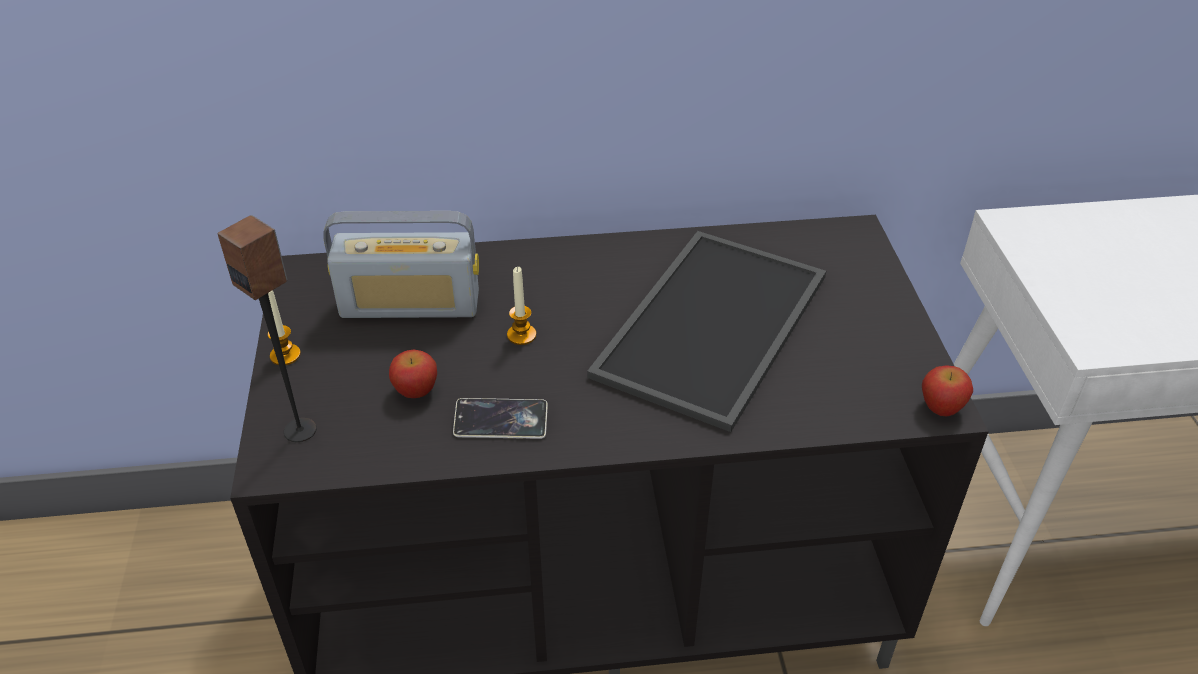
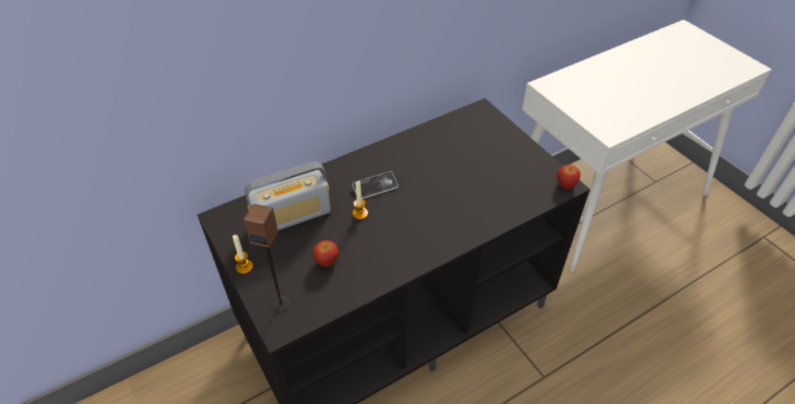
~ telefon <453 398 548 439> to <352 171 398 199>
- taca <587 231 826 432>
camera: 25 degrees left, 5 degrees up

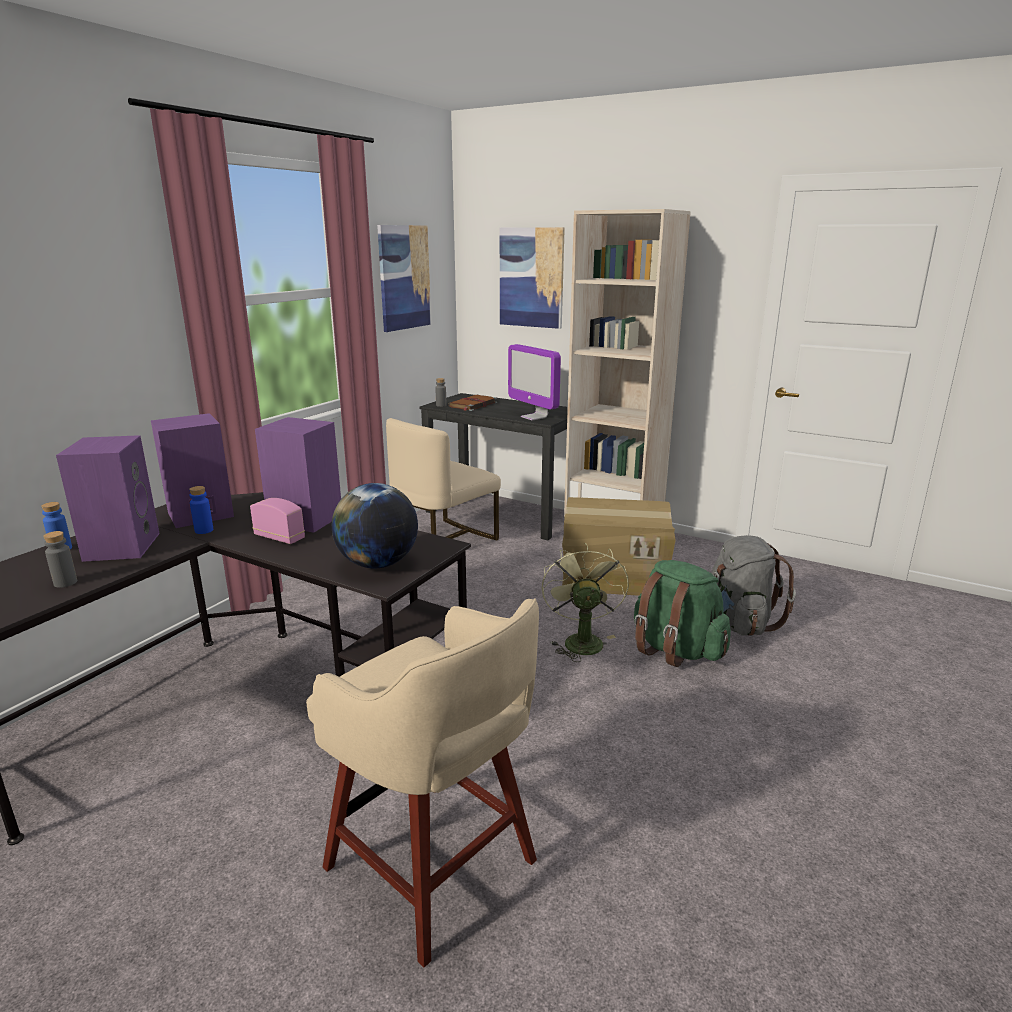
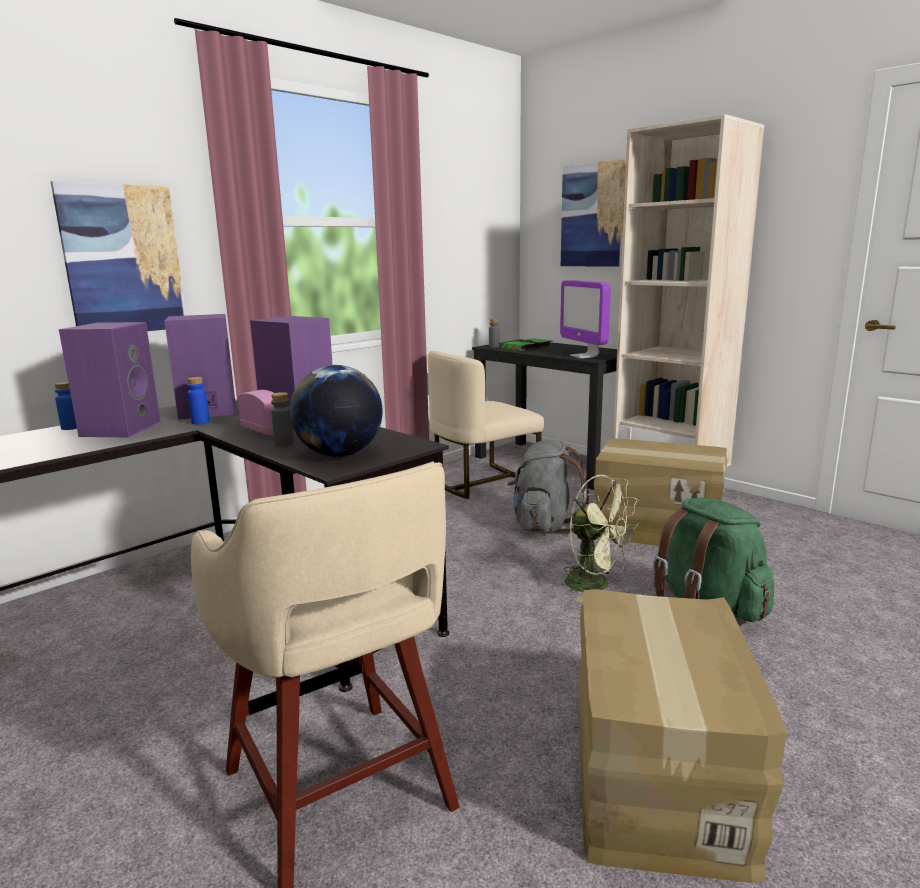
~ butelka (szary) <43 531 77 588> to <271 392 294 446>
~ obraz <377 225 431 332> to <51 181 186 331>
~ książka (brązowy) <448 395 497 411> to książka (zielony) <501 338 553 351>
~ wentylator (zielony) <542 543 629 662> = <564 475 642 602> 120 degrees clockwise
~ plecak (szary) <711 535 796 636> to <507 440 589 534>
+ karton <579 589 787 883>
camera: 15 degrees right, 5 degrees down

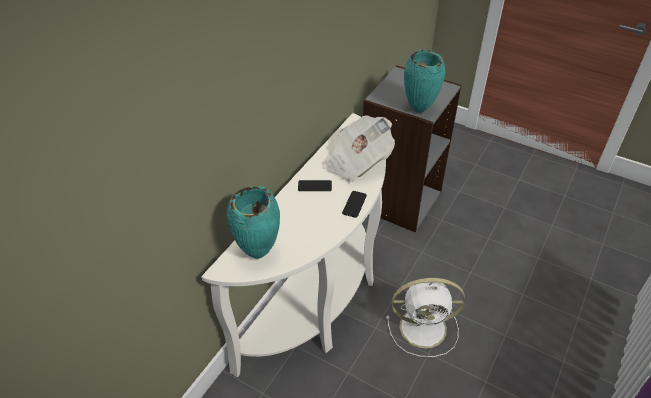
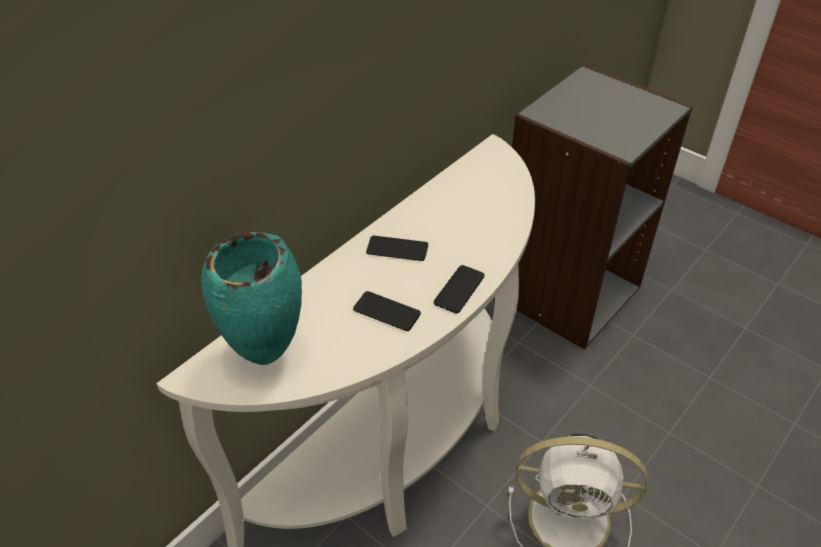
- gazeta <322 115 395 182>
- wazon (turkusowy) <404 49 445 113>
+ telefon <353 291 421 331>
camera: 10 degrees right, 0 degrees up

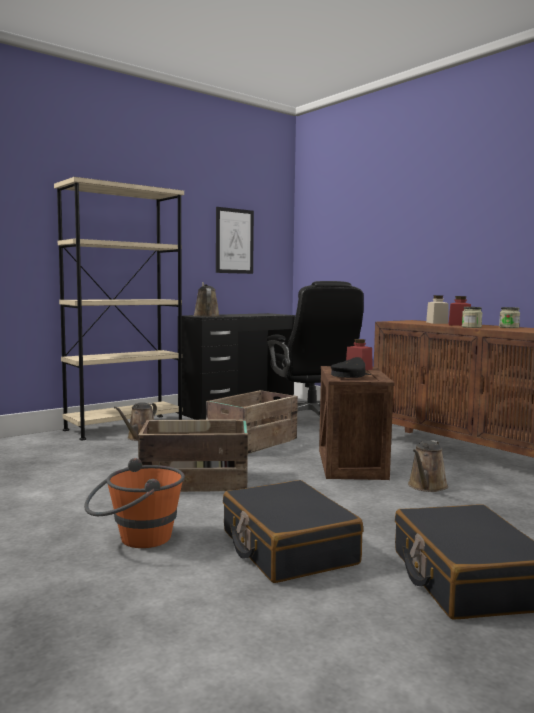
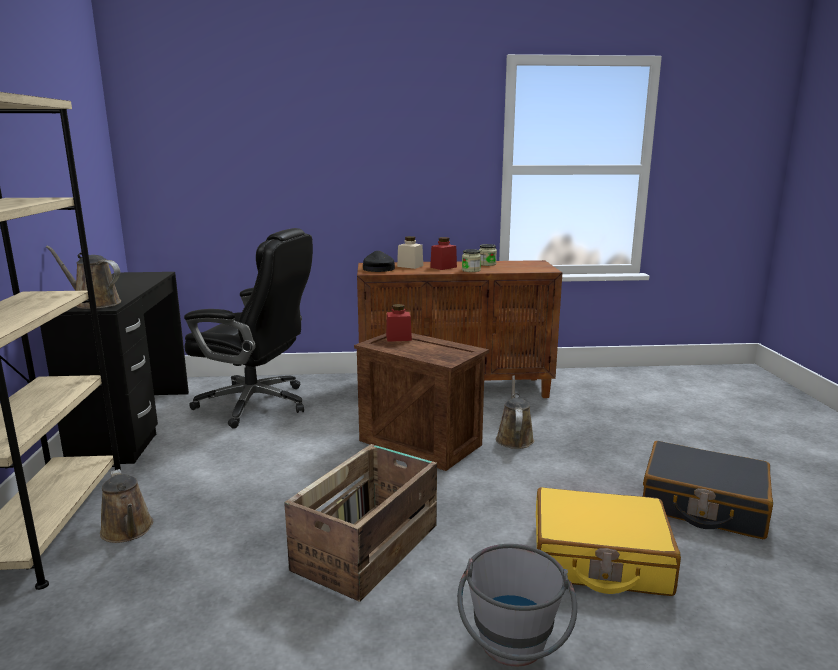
~ wiadro (pomarańczowy) <84 458 185 548> to wiadro (szary) <457 544 577 666>
- skrzynka <206 390 298 454>
- obraz <216 207 254 274>
~ walizka (czarny) <223 480 363 583> to walizka (żółty) <536 487 681 596>
~ czapka z daszkiem (czarny) <331 357 371 378> to <363 251 395 272>
~ konewka (brązowy) <408 440 448 492> = <496 375 534 449> 150 degrees counterclockwise
camera: 55 degrees left, 10 degrees up

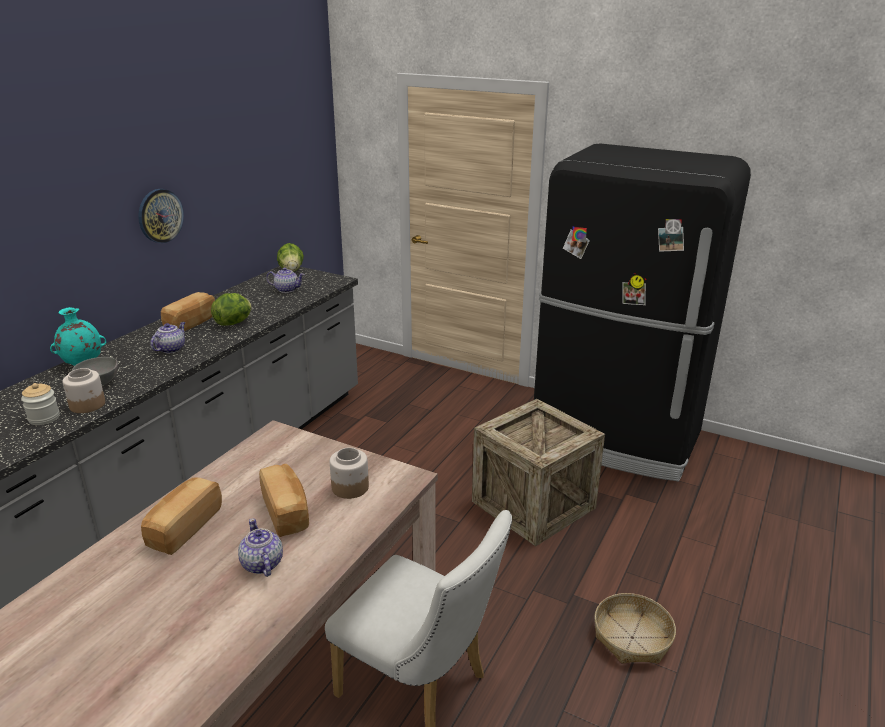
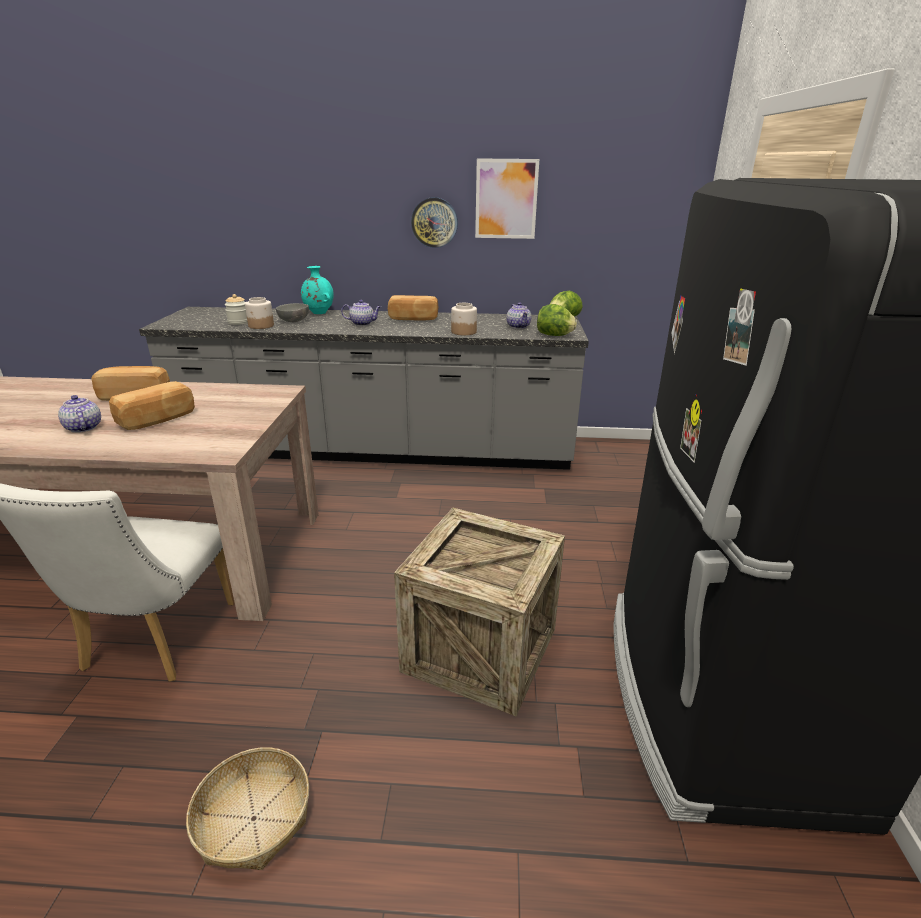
~ sałata <211 293 252 326> to <537 304 577 336>
~ imbryk <238 518 283 577> = <58 395 101 433> 75 degrees counterclockwise
~ słoik <330 447 369 499> to <451 303 477 335>
+ obraz <475 158 539 239>
camera: 65 degrees right, 0 degrees up

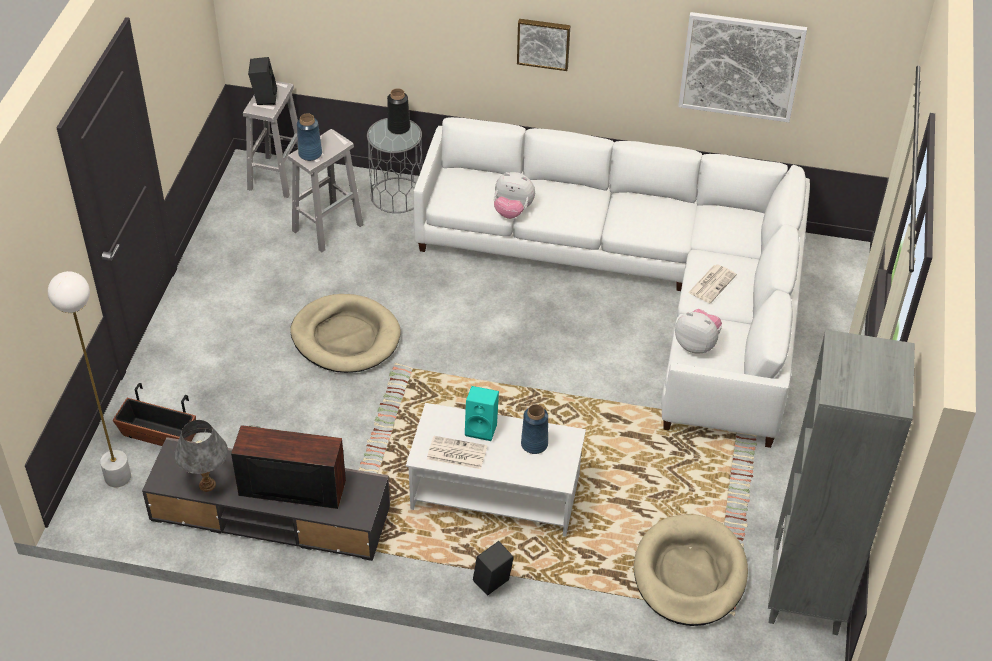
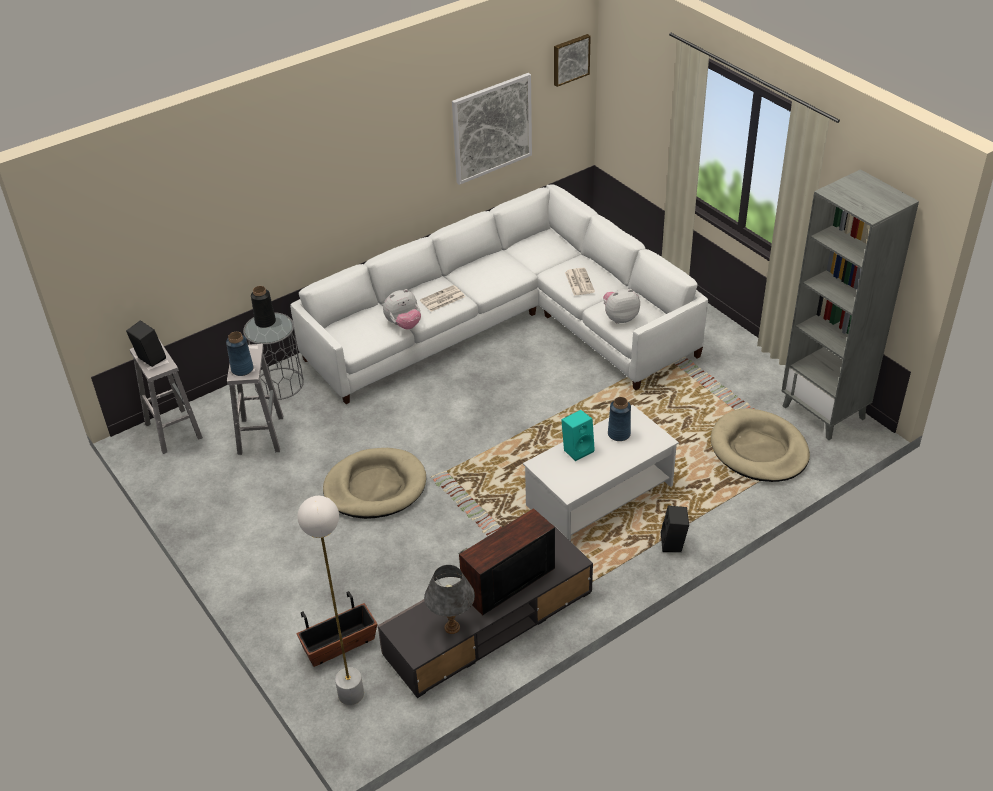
~ gazeta <427 436 487 469> to <420 285 465 312>
~ obraz <517 19 571 71> to <554 34 591 87>
camera: 45 degrees left, 5 degrees down

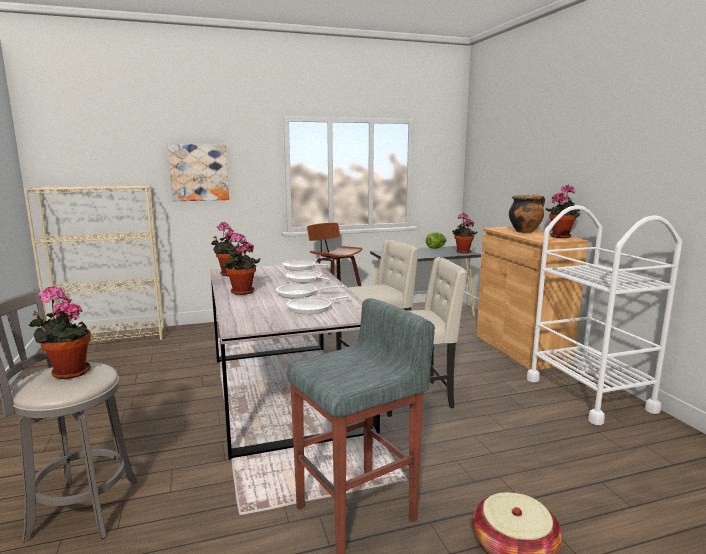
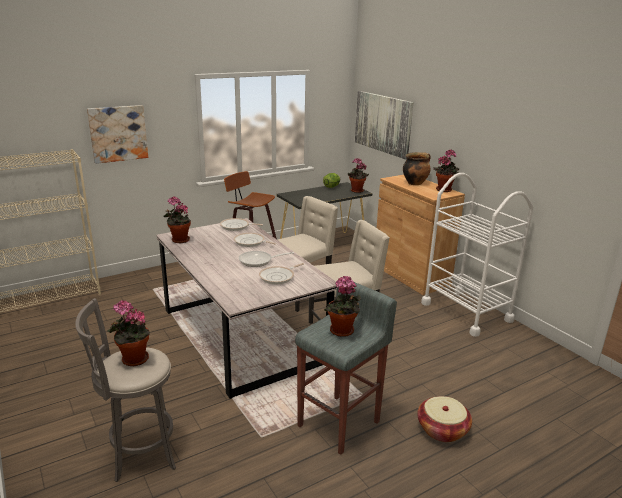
~ roślina doniczkowa <221 233 261 295> to <324 276 361 337>
+ obraz <355 91 413 159>
camera: 15 degrees left, 10 degrees up

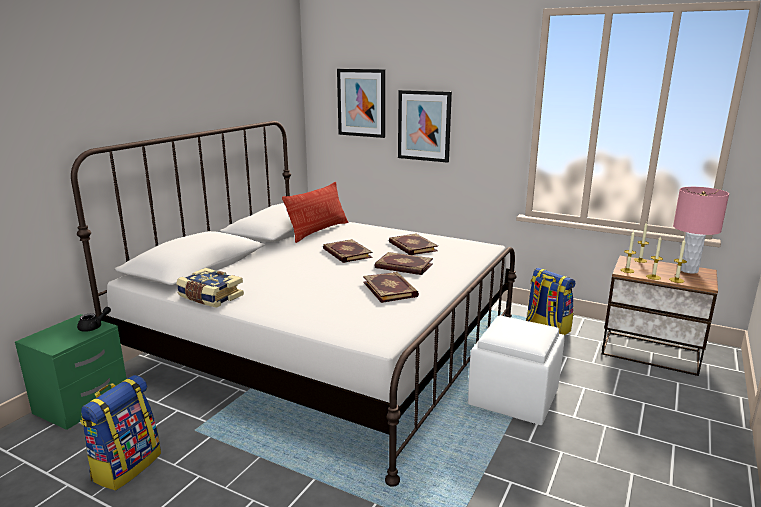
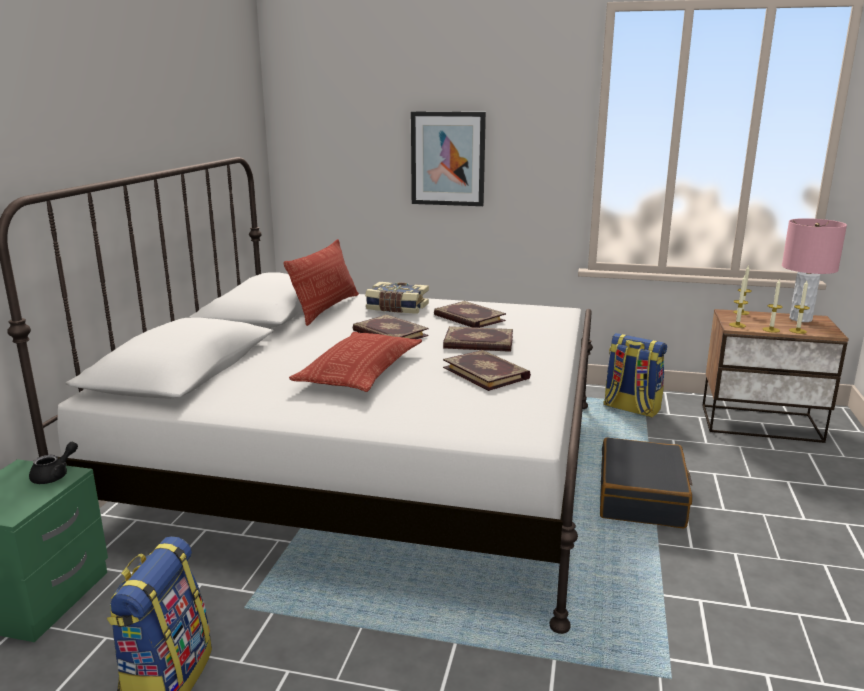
~ książka <176 268 244 308> to <365 282 429 314>
- obraz <337 69 385 138>
~ pufa (biały) <468 315 565 425> to walizka (czarny) <600 438 692 529>
+ poduszka <289 332 422 392>
camera: 15 degrees left, 0 degrees up

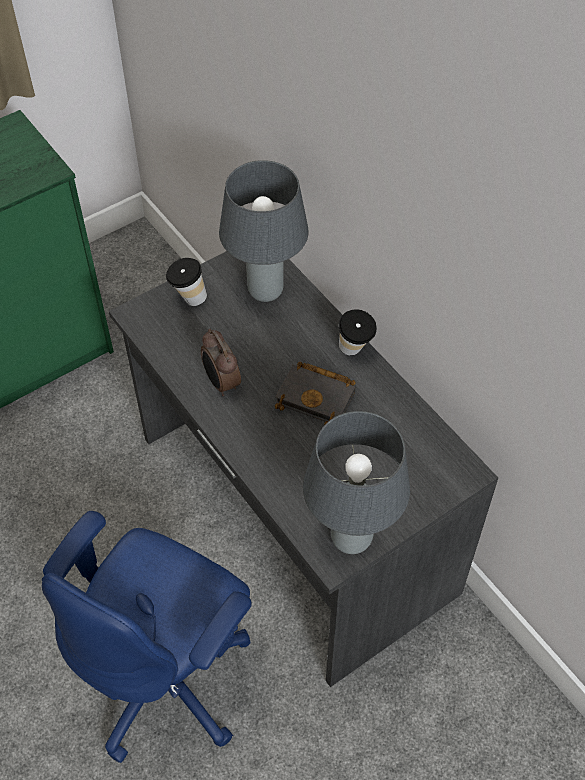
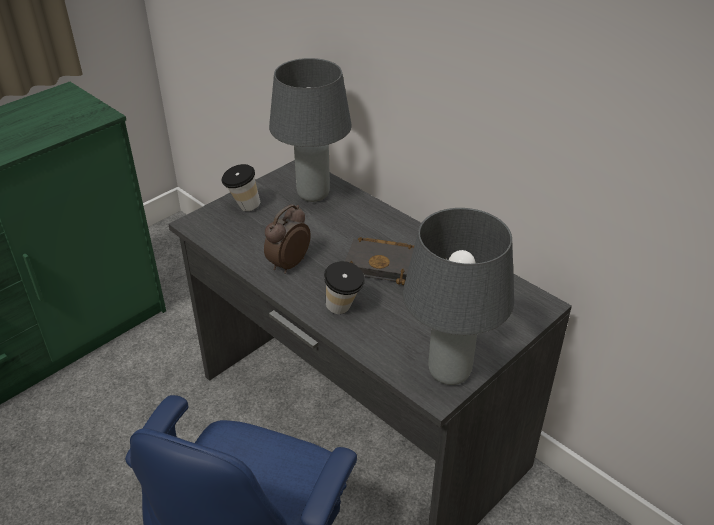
~ budzik <201 329 241 396> = <264 204 311 274> 75 degrees clockwise
~ filiżanka <339 309 377 355> to <324 261 365 314>
camera: 10 degrees left, 15 degrees down

